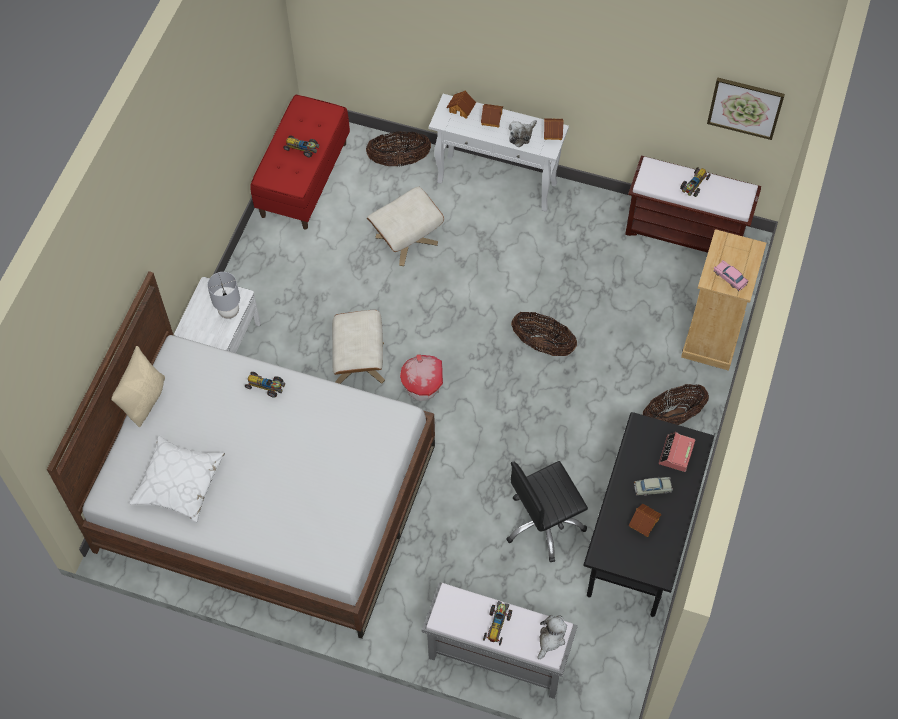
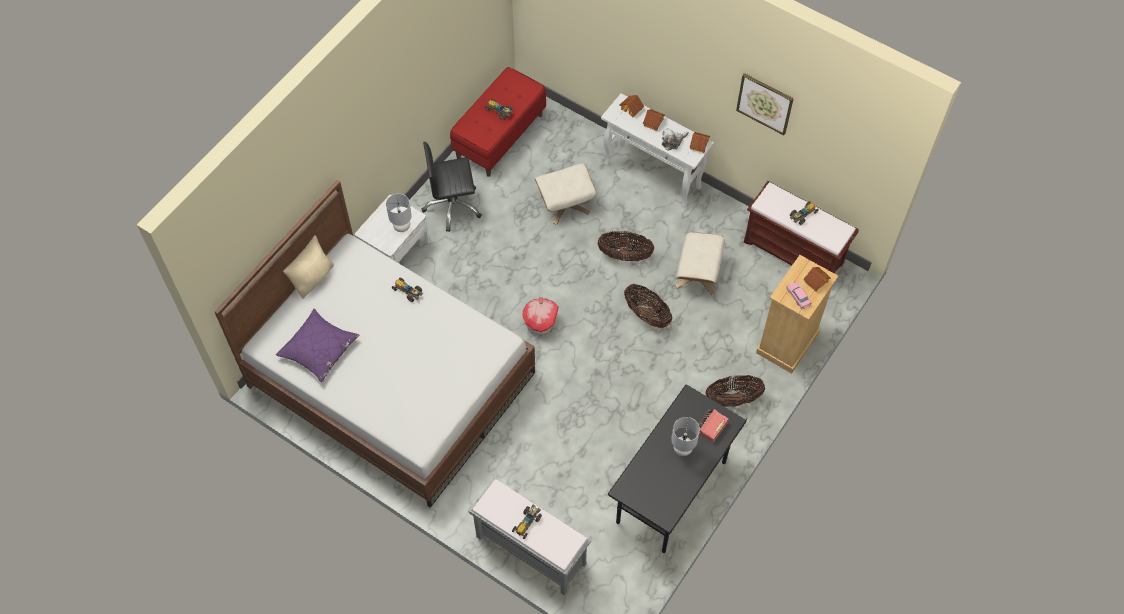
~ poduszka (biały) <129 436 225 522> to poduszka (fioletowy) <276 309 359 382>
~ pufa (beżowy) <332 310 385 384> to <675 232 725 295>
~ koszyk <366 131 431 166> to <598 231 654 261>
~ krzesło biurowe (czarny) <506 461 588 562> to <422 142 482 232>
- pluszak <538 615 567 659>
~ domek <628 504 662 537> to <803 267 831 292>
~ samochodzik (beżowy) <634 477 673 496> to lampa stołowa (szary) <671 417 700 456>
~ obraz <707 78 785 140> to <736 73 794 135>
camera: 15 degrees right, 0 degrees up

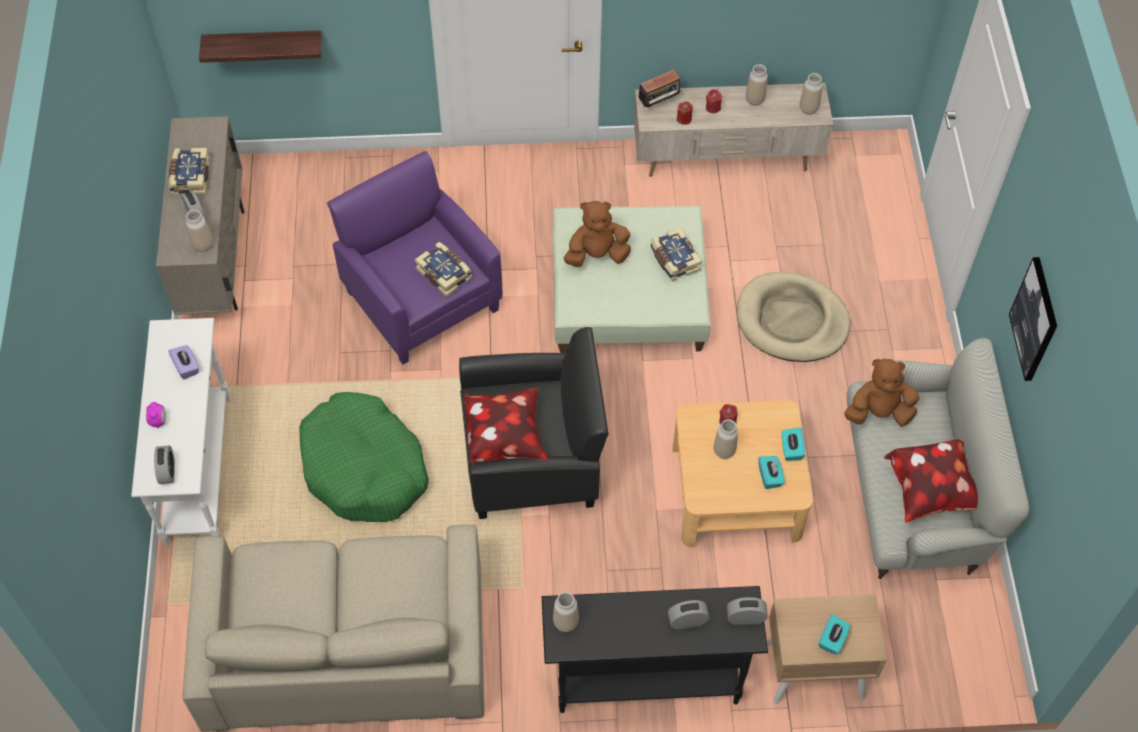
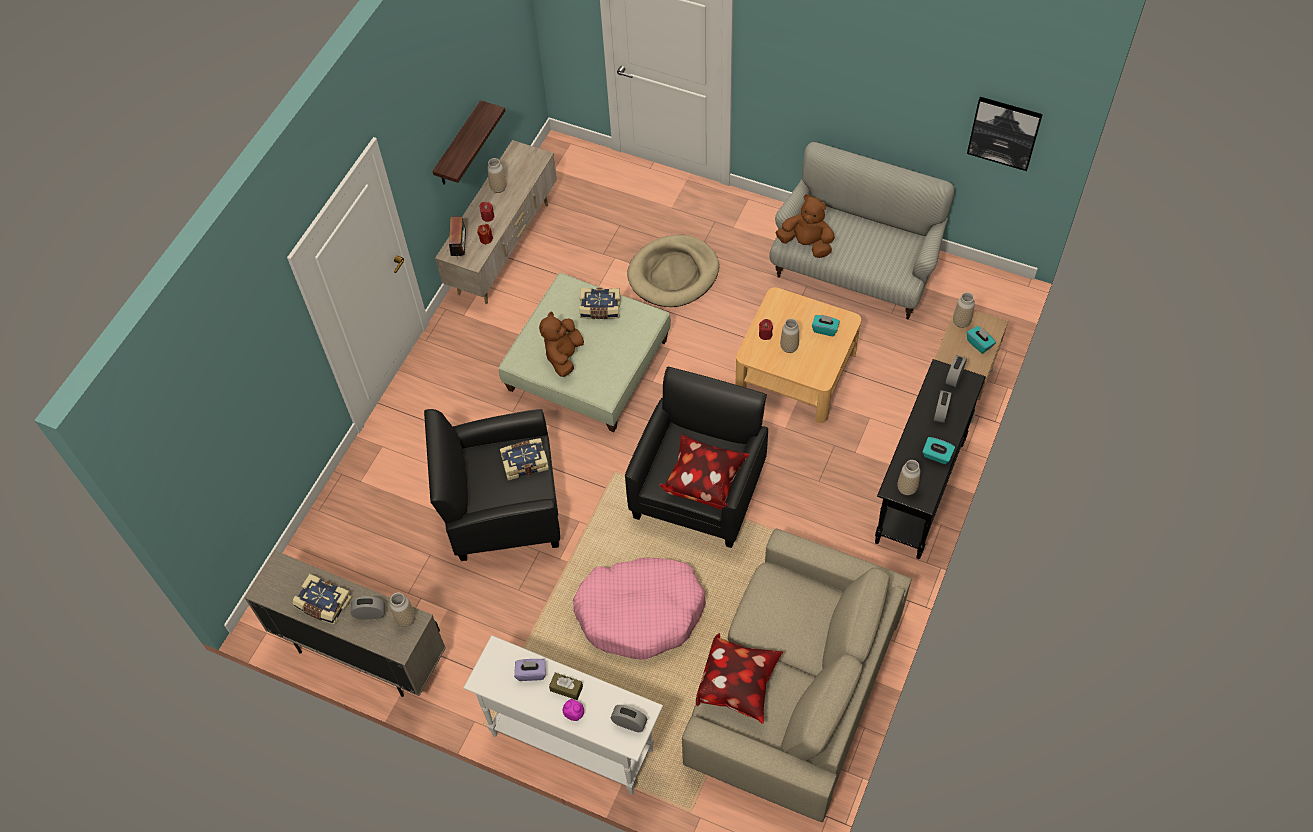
~ półka <199 30 322 63> to <432 100 505 185>
~ legowisko (zielony) <299 392 429 522> to legowisko (różowy) <573 557 706 660>
~ fotel (fioletowy) <327 151 502 365> to fotel (czarny) <424 409 560 561>
~ pudełko chusteczek (turkusowy) <782 427 805 461> to <922 437 955 464>
~ wazon <800 73 823 114> to <953 292 975 328>
~ pluszak (brązowy) <844 359 920 427> = <775 194 835 258> 90 degrees clockwise
~ poduszka <884 439 978 523> to <696 633 783 724>
~ obraz <1009 257 1057 381> to <967 97 1043 171>
+ pudełko chusteczek (brązowy) <549 673 583 700>
camera: 60 degrees left, 0 degrees up

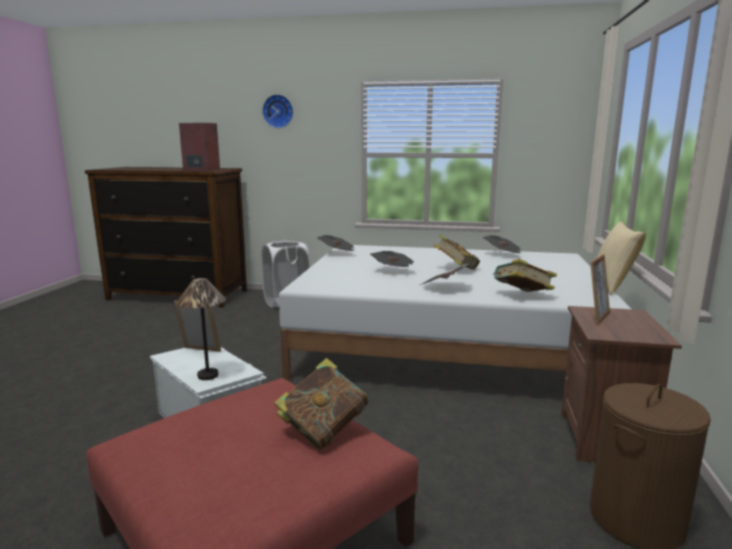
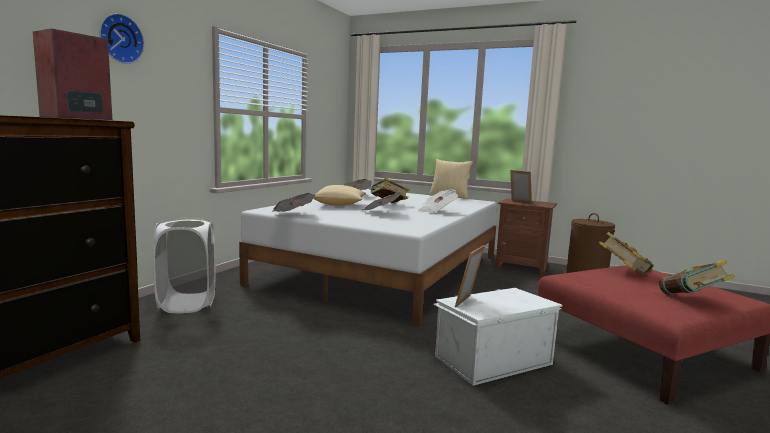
- lampa stołowa <176 278 226 380>
~ książka <493 259 557 292> to <659 260 735 295>
+ poduszka <314 185 366 206>
camera: 75 degrees left, 5 degrees down

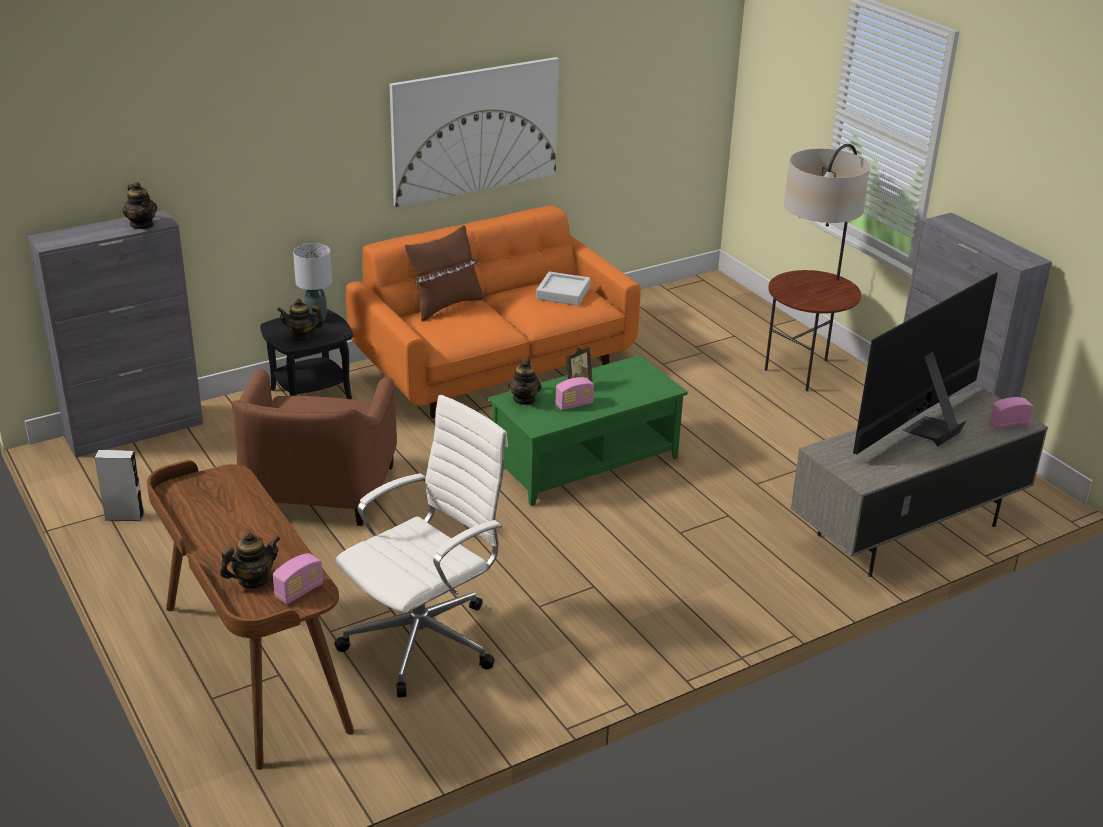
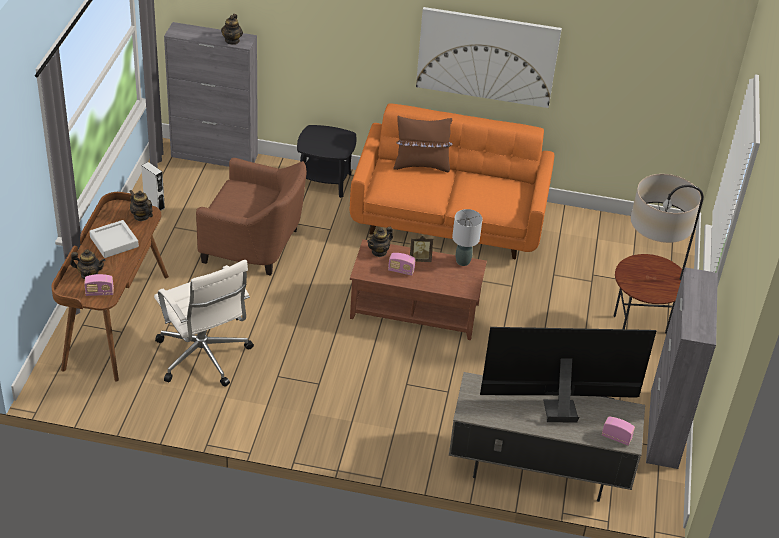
~ fotel (brązowy) <232 369 397 526> = <196 158 307 276> 120 degrees counterclockwise
~ imbryk <277 299 324 341> to <130 190 153 221>
~ lampa stołowa (szary) <293 243 332 323> to <452 209 483 266>
~ krzesło biurowe (biały) <334 394 508 697> = <154 259 254 386> 60 degrees clockwise
~ ława (zielony) <488 355 688 506> to ława (brązowy) <350 239 487 340>
~ taca (szary) <536 271 590 306> to <89 220 139 258>
camera: 40 degrees right, 10 degrees up

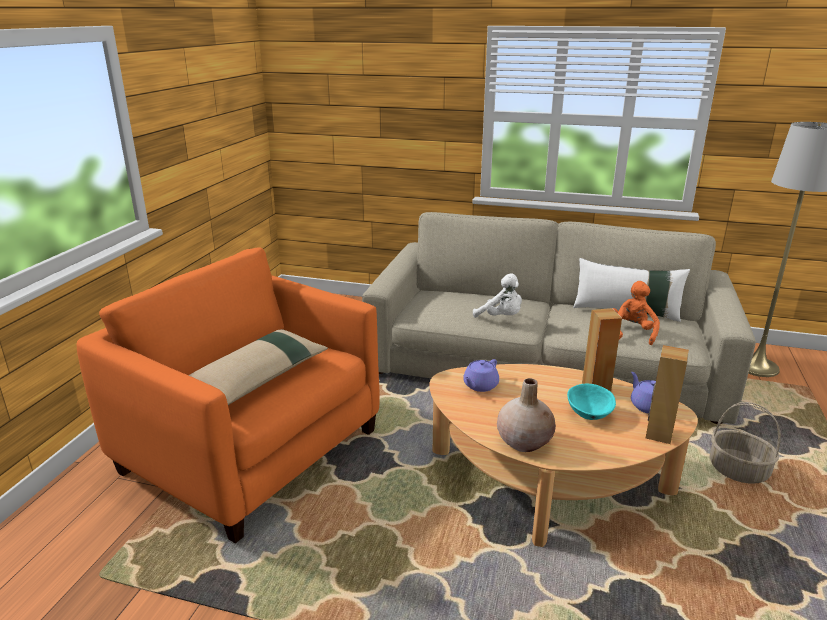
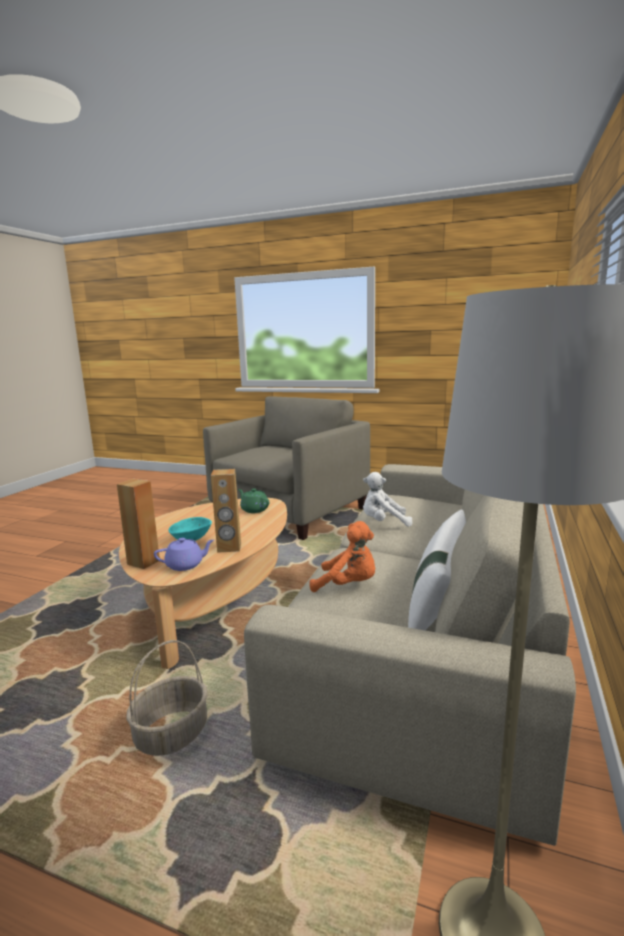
~ fotel (pomarańczowy) <76 247 380 543> to fotel (beżowy) <203 396 370 540>
- poduszka (beżowy) <189 329 328 405>
~ imbryk (fioletowy) <463 359 499 392> to imbryk (zielony) <238 489 269 513>
~ pluszak (biały) <473 273 522 318> = <363 472 413 527> 45 degrees clockwise
- wazon (beżowy) <497 378 556 452>
camera: 95 degrees right, 10 degrees down

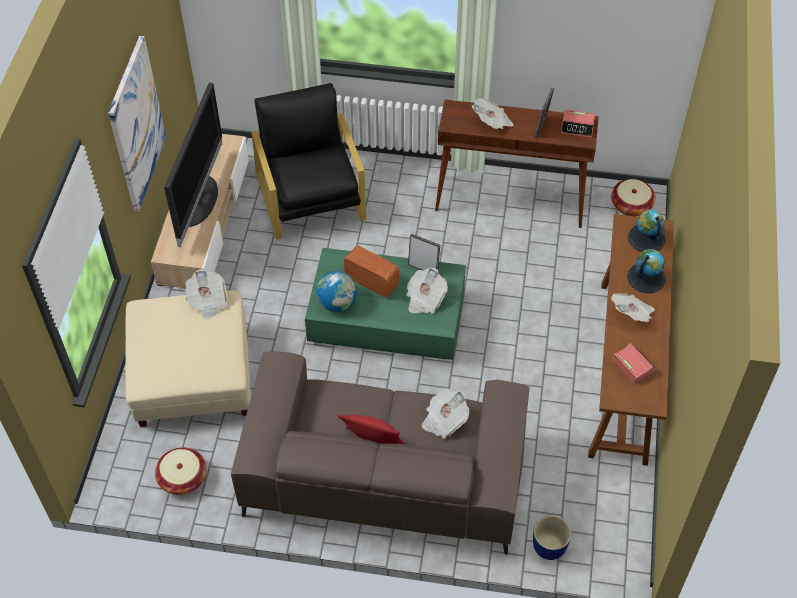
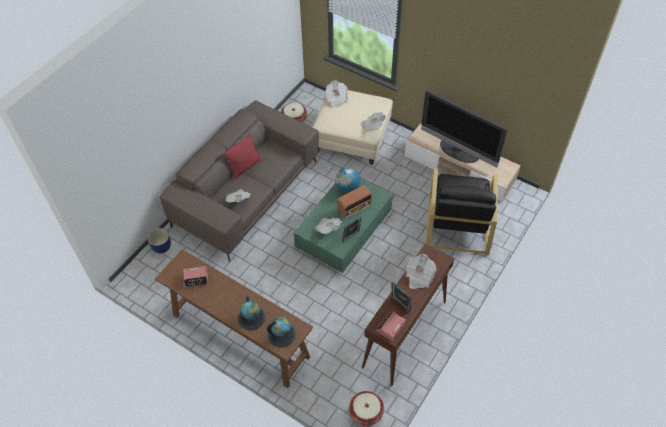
- obraz <108 36 166 212>
~ fotel (czarny) <252 83 366 240> = <426 168 498 256> 90 degrees clockwise
~ gazeta <611 293 655 322> to <325 80 348 108>
camera: 115 degrees right, 0 degrees up

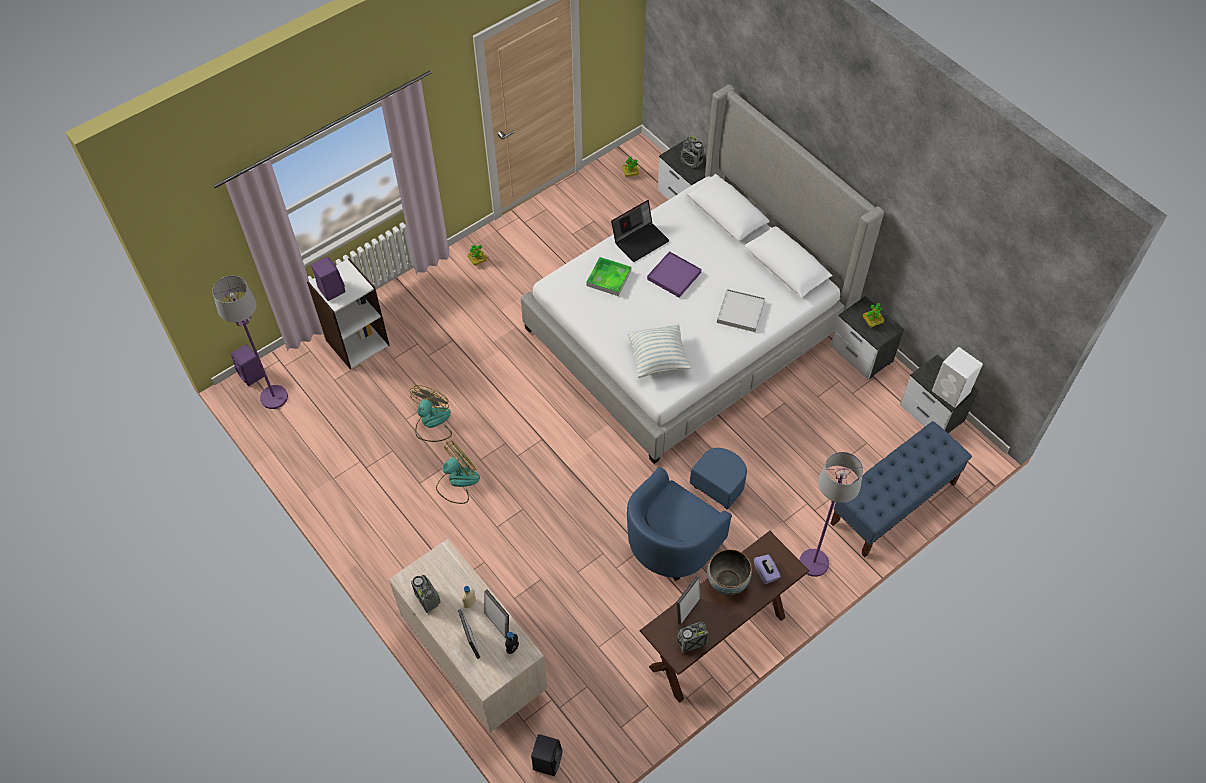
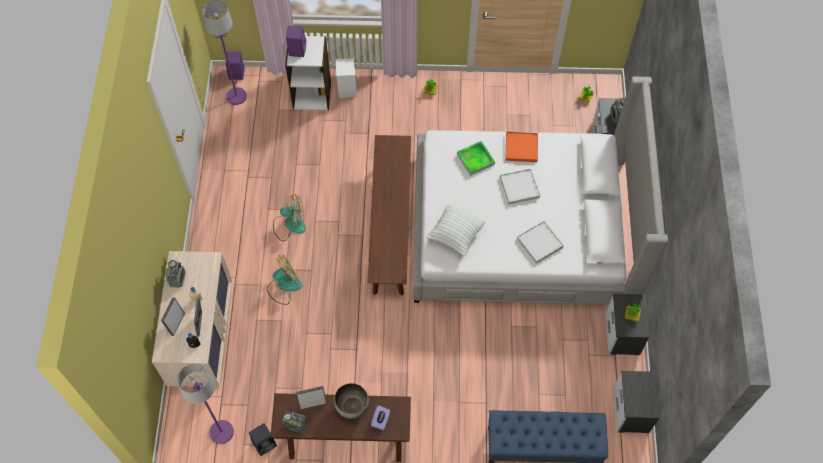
~ wentylator <410 385 452 442> to <267 255 302 305>
~ głośnik (czarny) <531 734 563 776> to <249 423 277 456>
~ laptop <611 200 670 262> to taca (pomarańczowy) <506 132 538 162>
- fotel (niebieski) <627 448 747 581>
~ taca (fioletowy) <647 251 701 298> to taca (biały) <500 169 540 204>
~ lampa stojąca (fioletowy) <799 452 863 577> to <177 364 234 444>
~ głośnik (biały) <932 347 983 408> to <336 58 357 98>
+ ławka (brązowy) <367 135 411 296>
camera: 40 degrees right, 5 degrees up

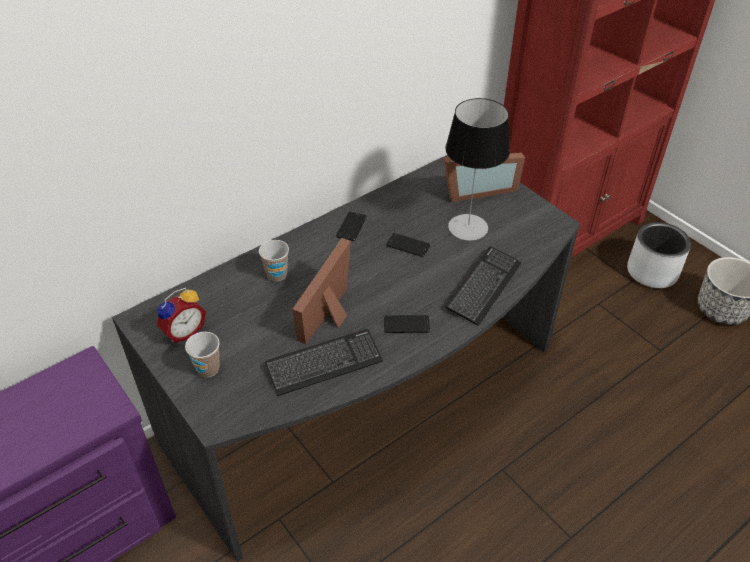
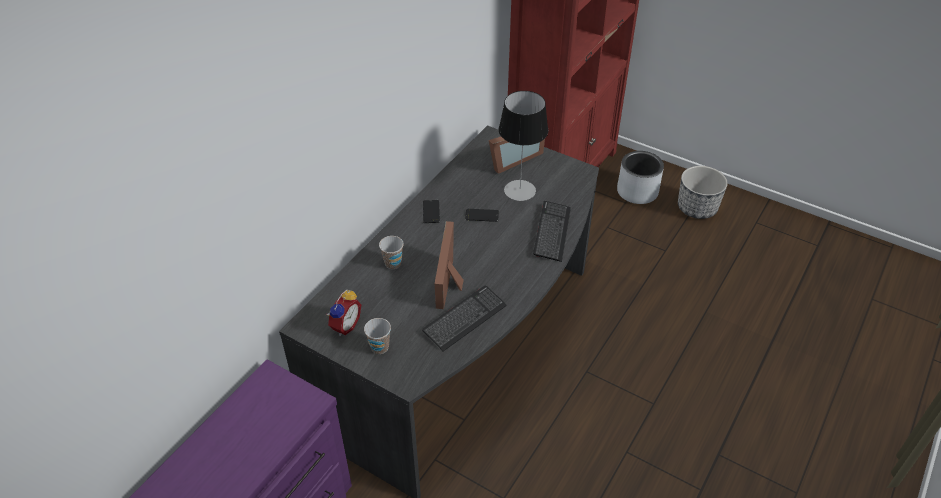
- telefon <384 315 430 333>
camera: 20 degrees left, 0 degrees up

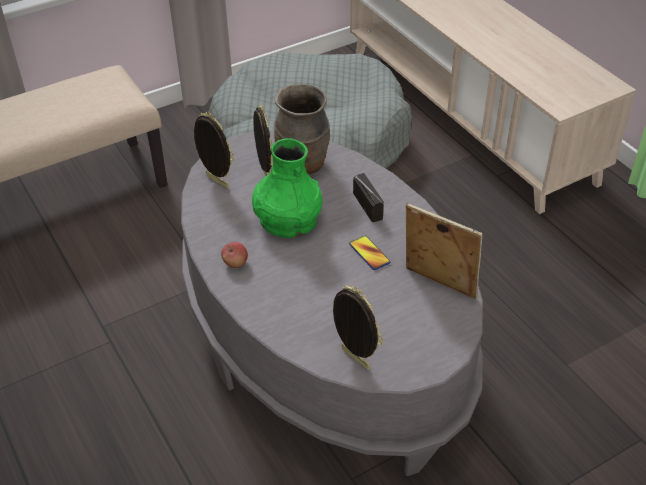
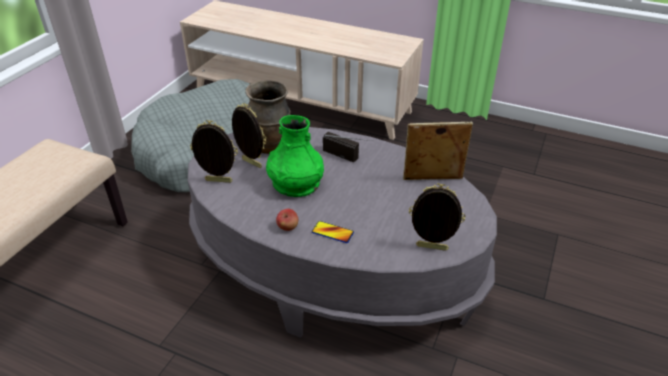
~ telefon <349 236 390 270> to <312 221 354 243>
camera: 35 degrees left, 5 degrees down

